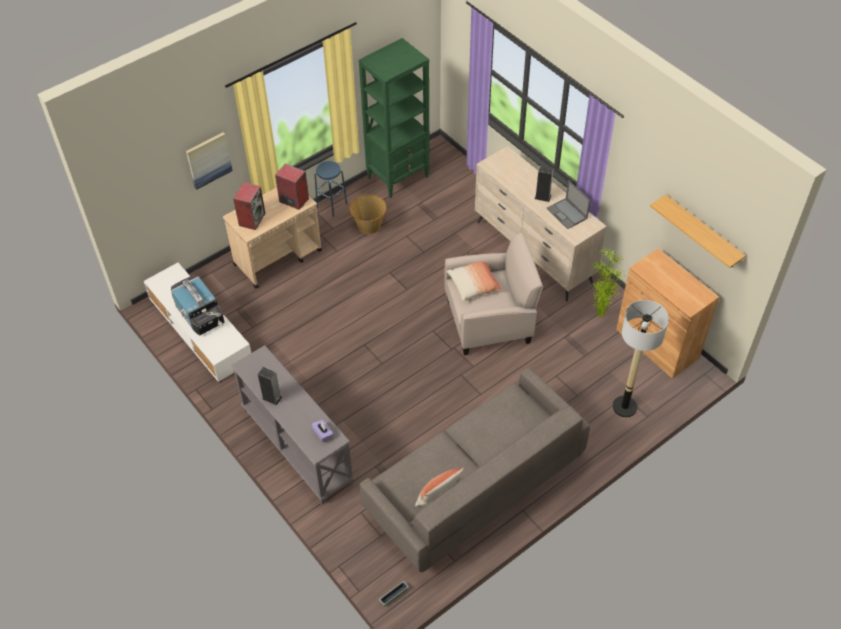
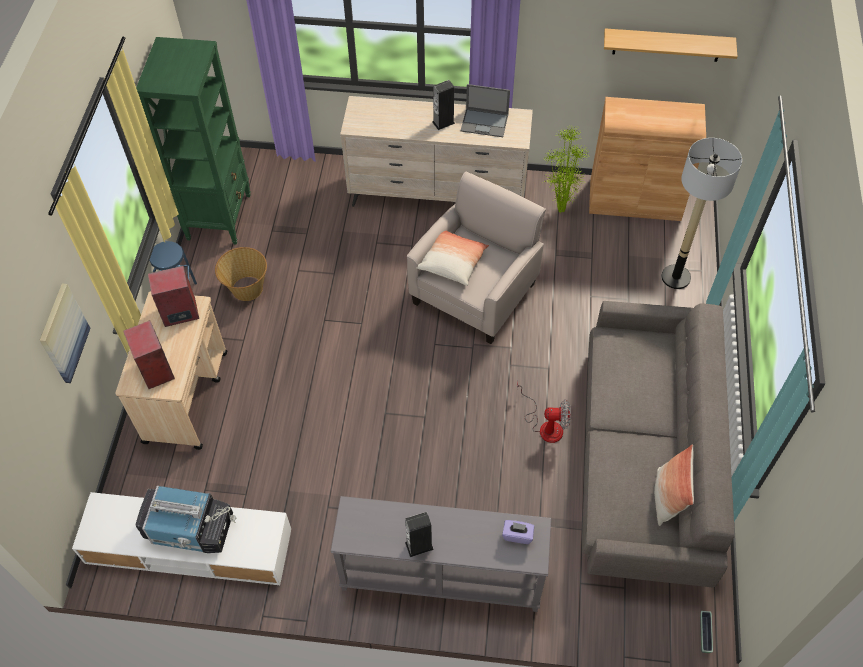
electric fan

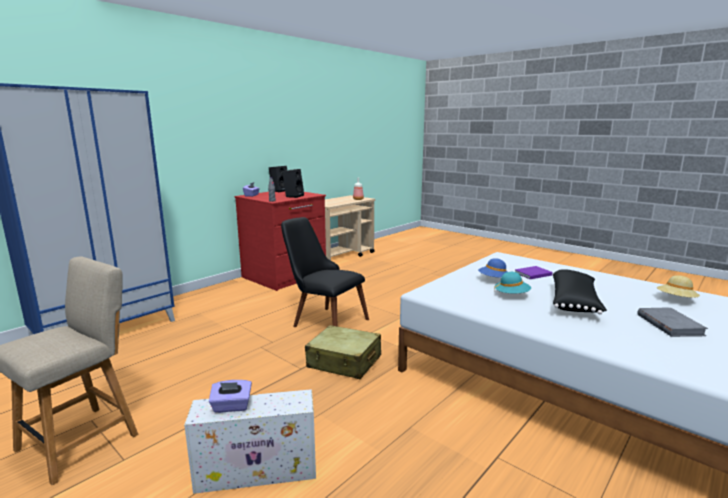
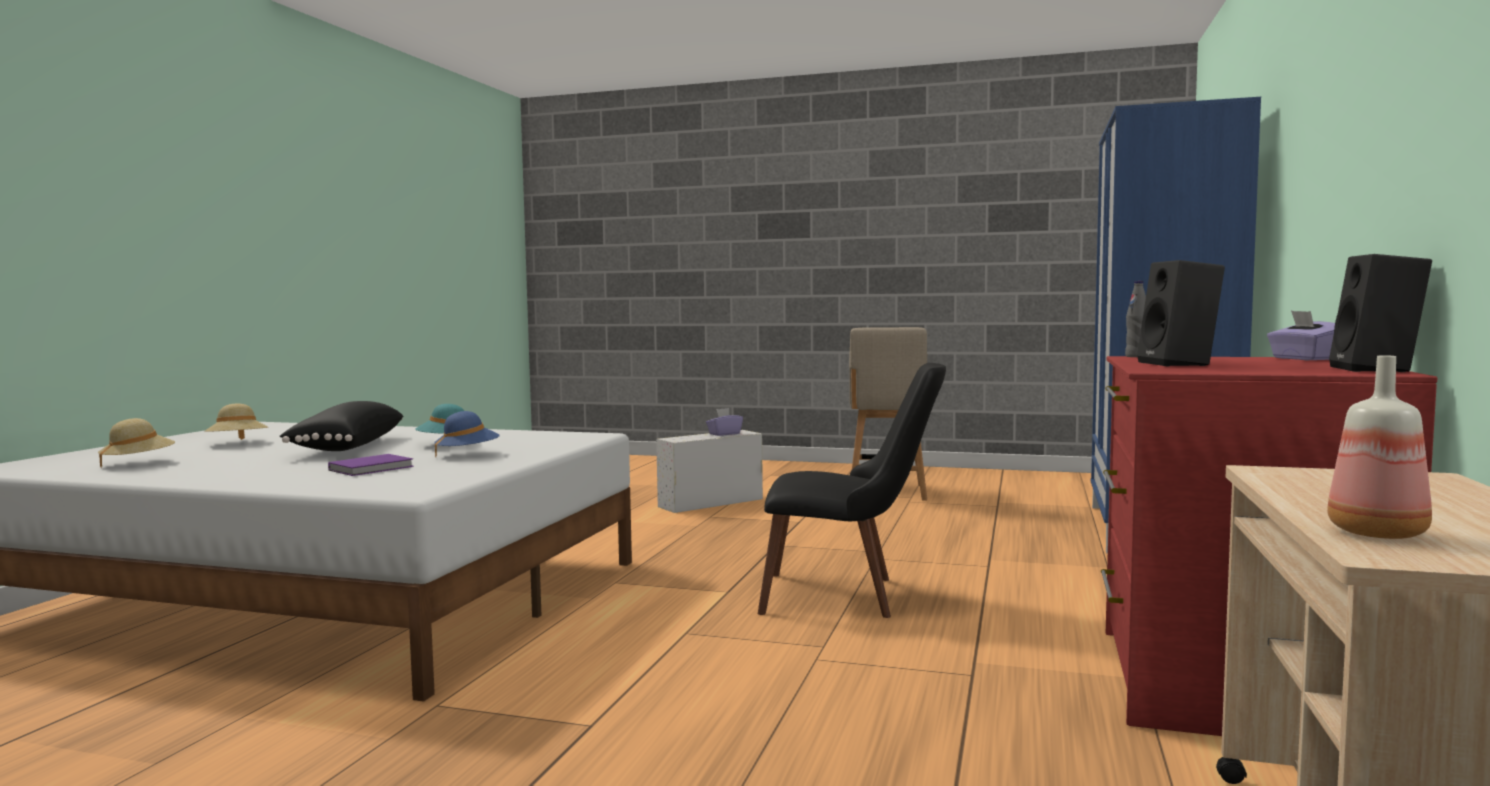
beige-coloured piece of luggage
beige-coloured wearable hat (no. 2 from left)

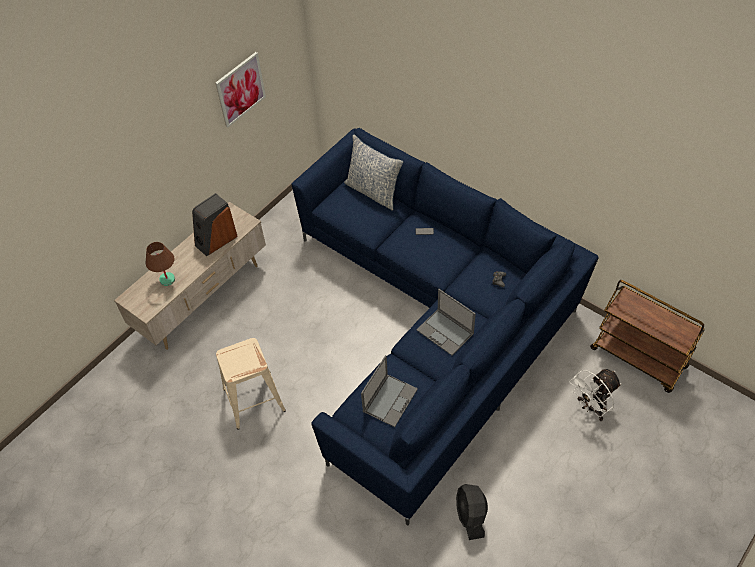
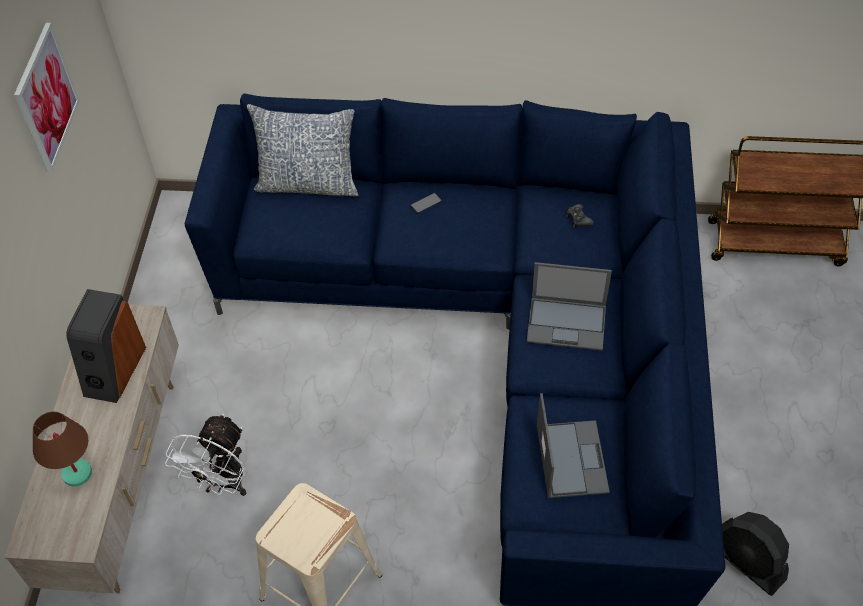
whitish electric fan

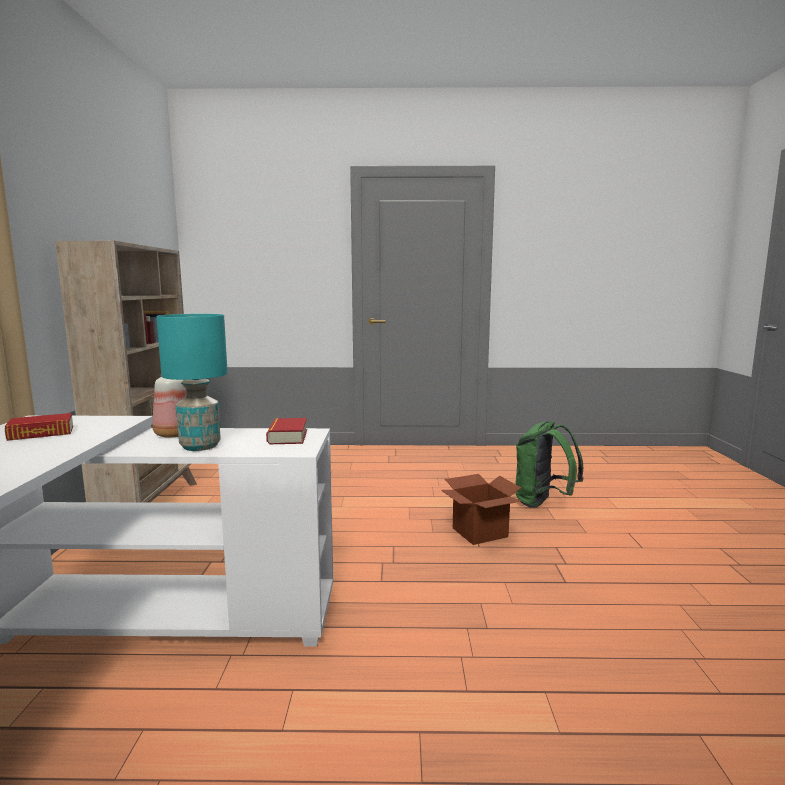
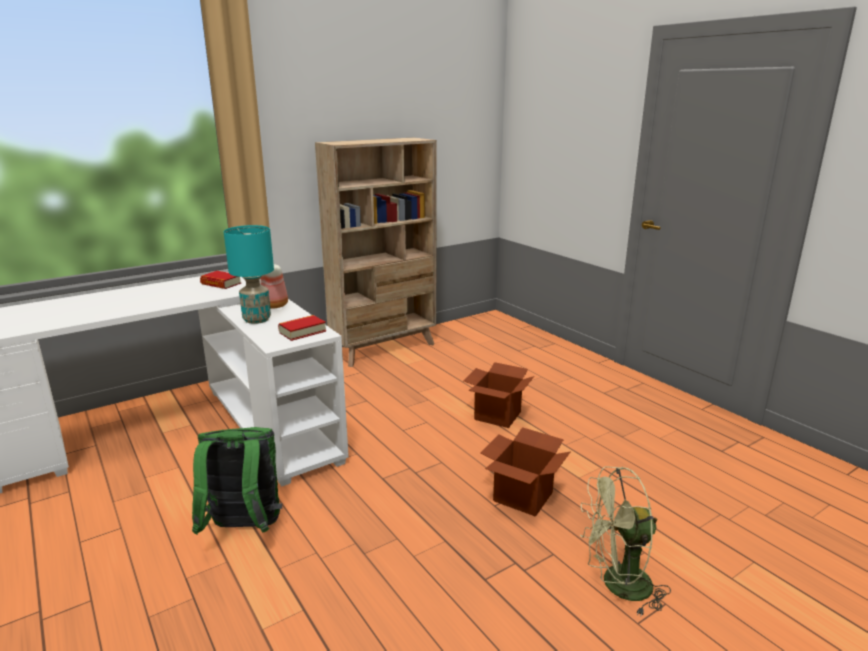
green-coloured knapsack
cardboard box (no. 1 from left)
green-coloured electric fan

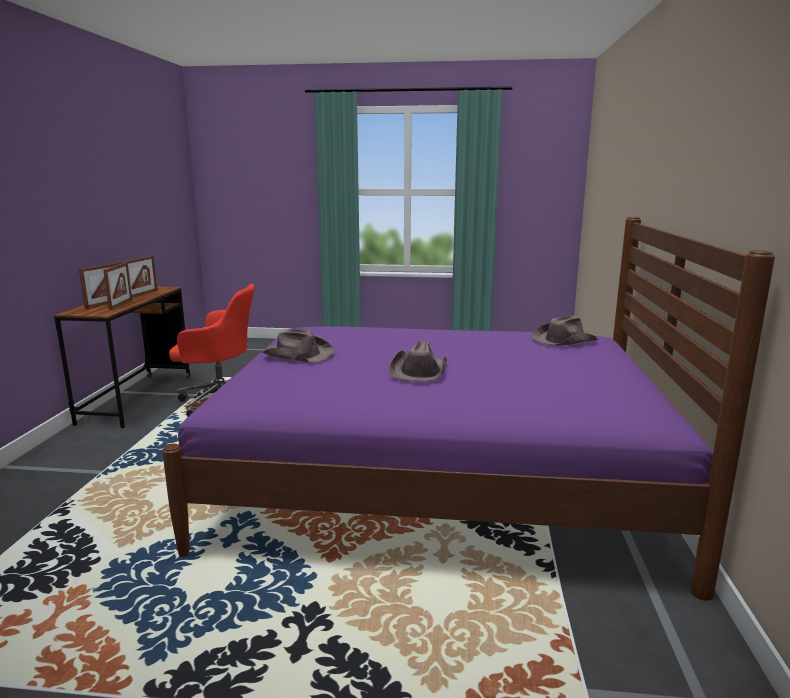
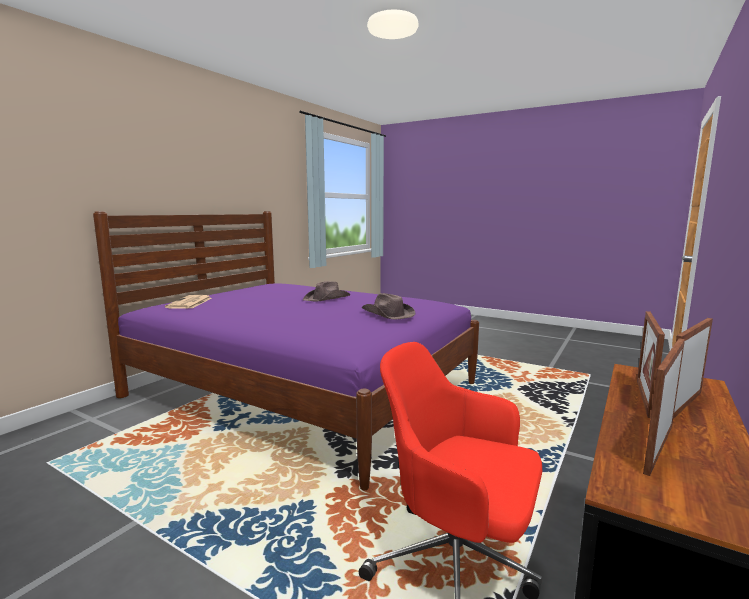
newspaper

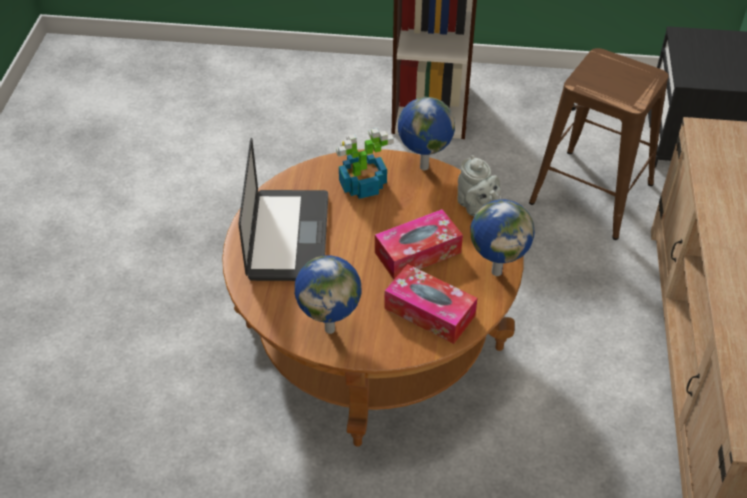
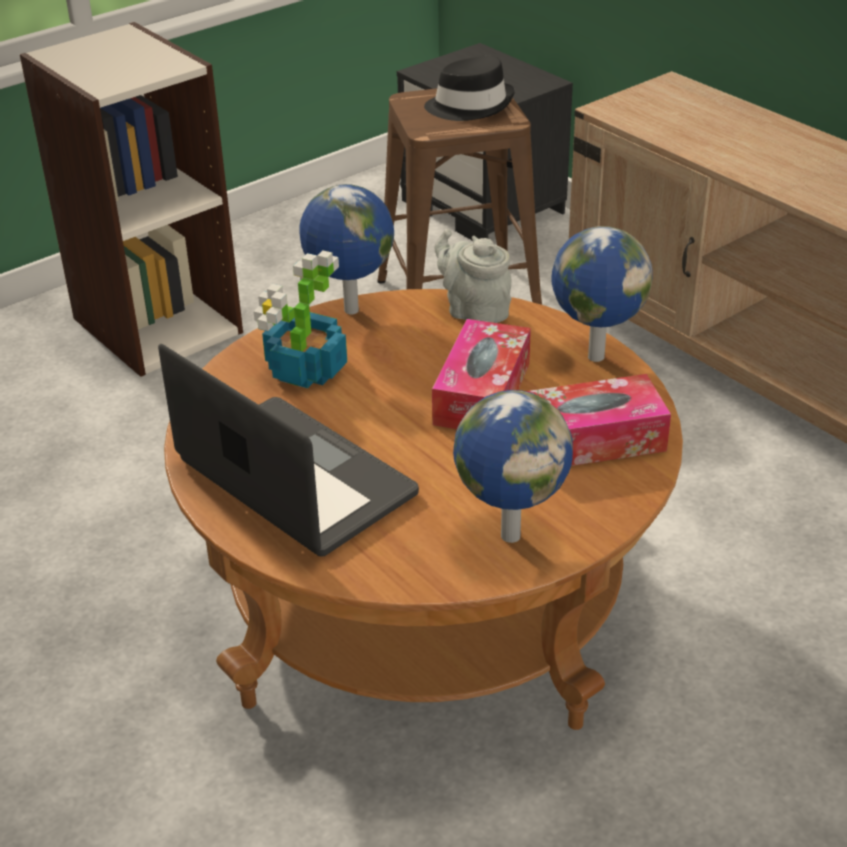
greyish teapot
black wearable hat

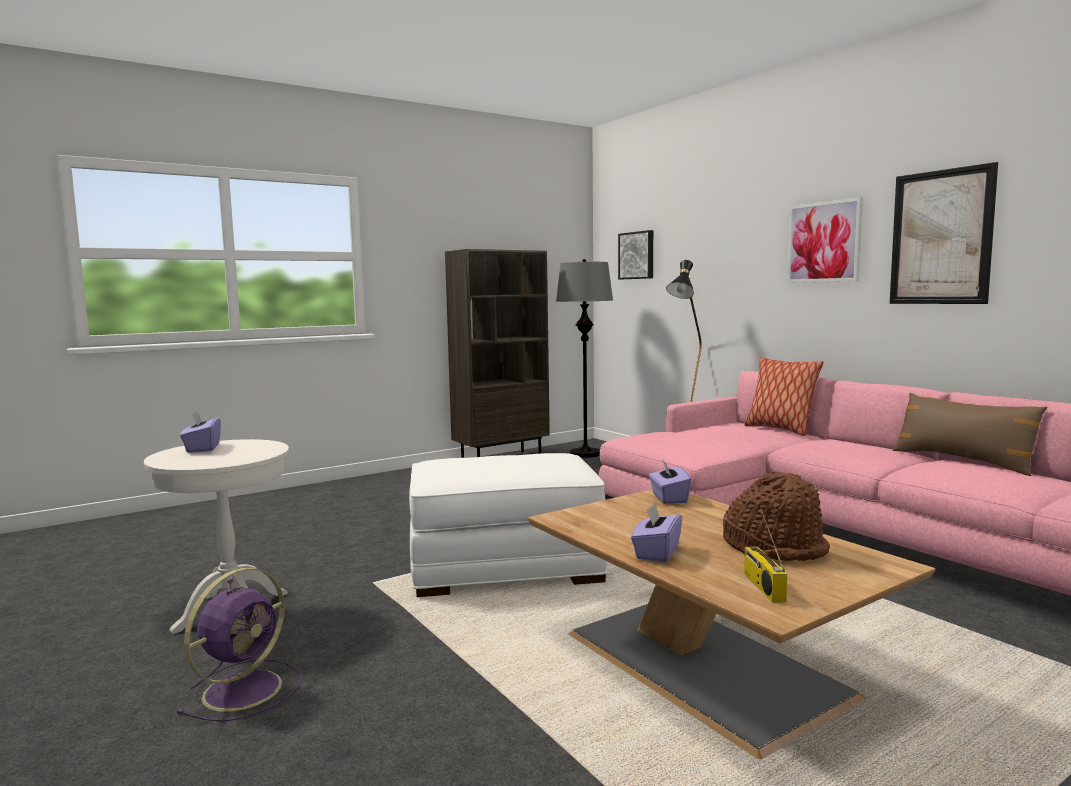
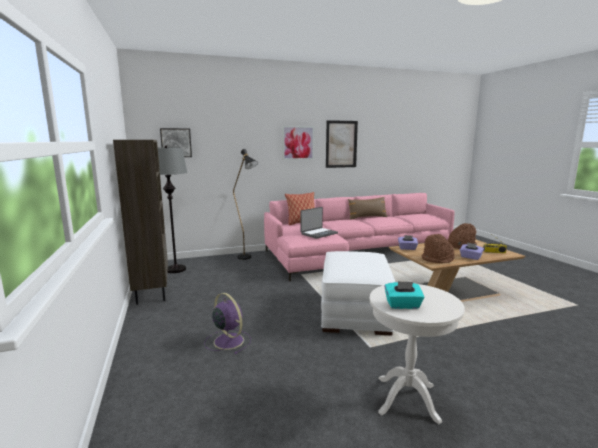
purplish electric fan
turquoise box of tissues
portable computer
brown wearable hat (no. 1 from left)

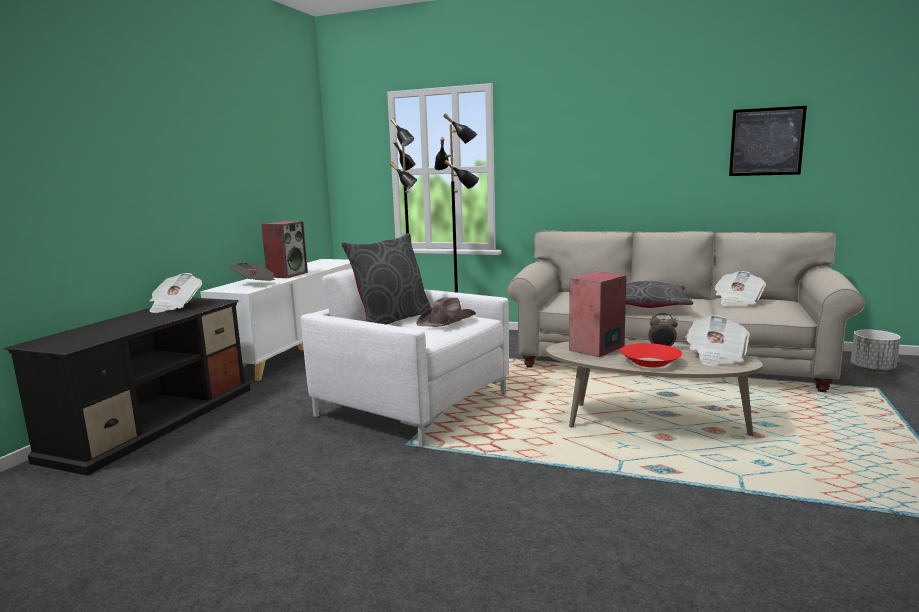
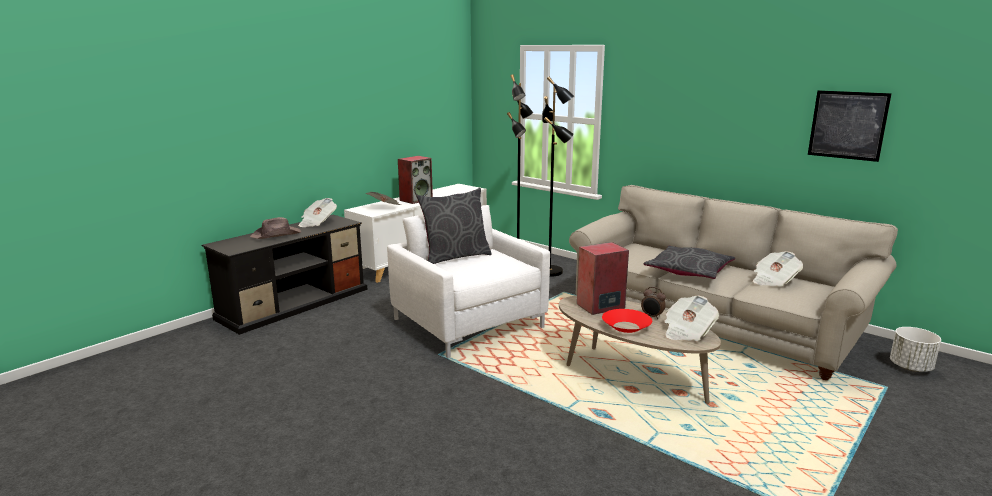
brown wearable hat

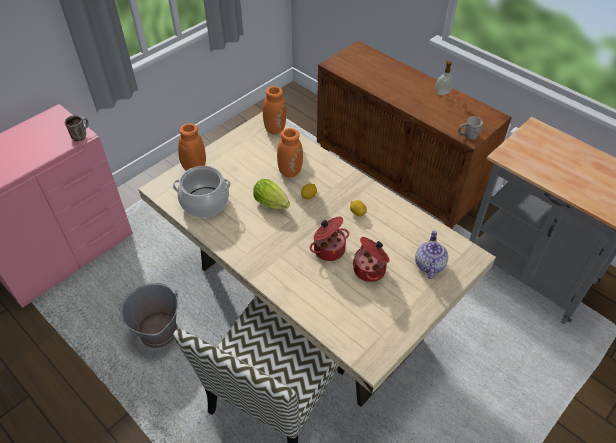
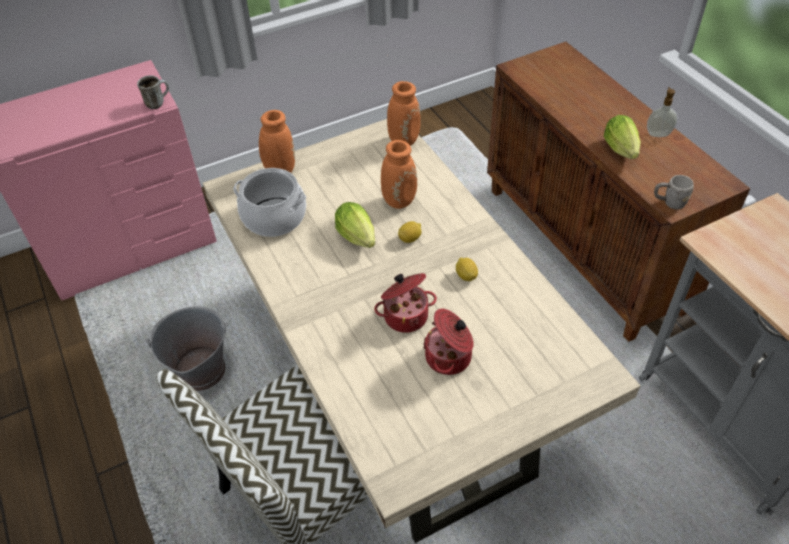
teapot
head of lettuce (no. 2 from left)

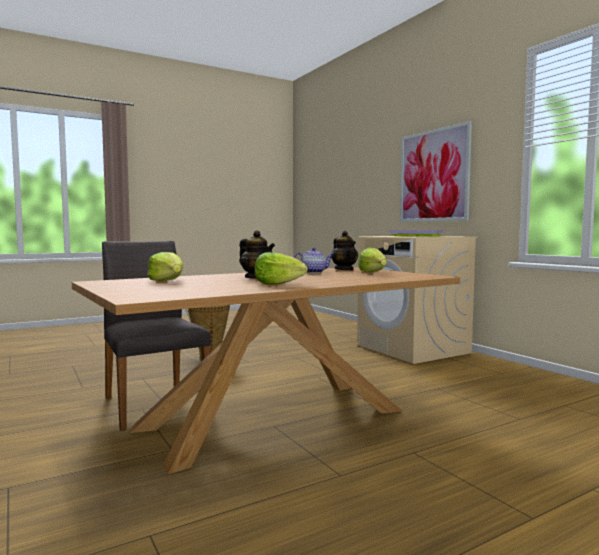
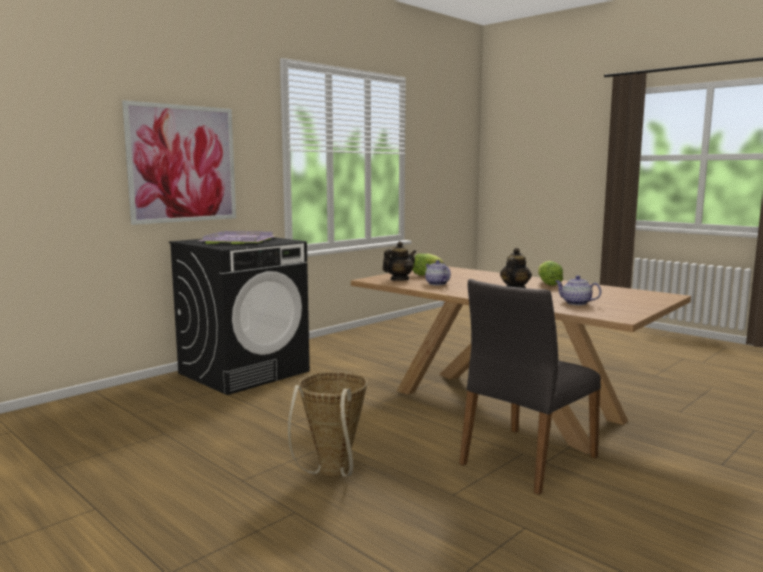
teapot (no. 4 from left)
black laundry appliance

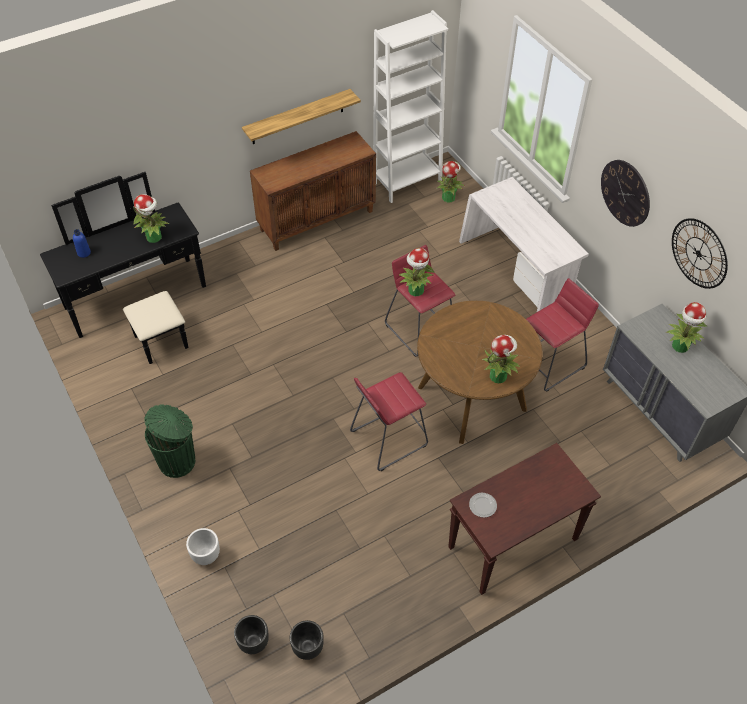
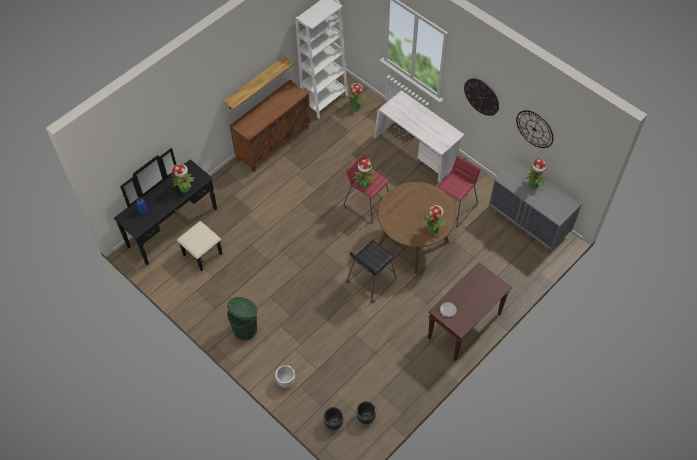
black sitting stool

